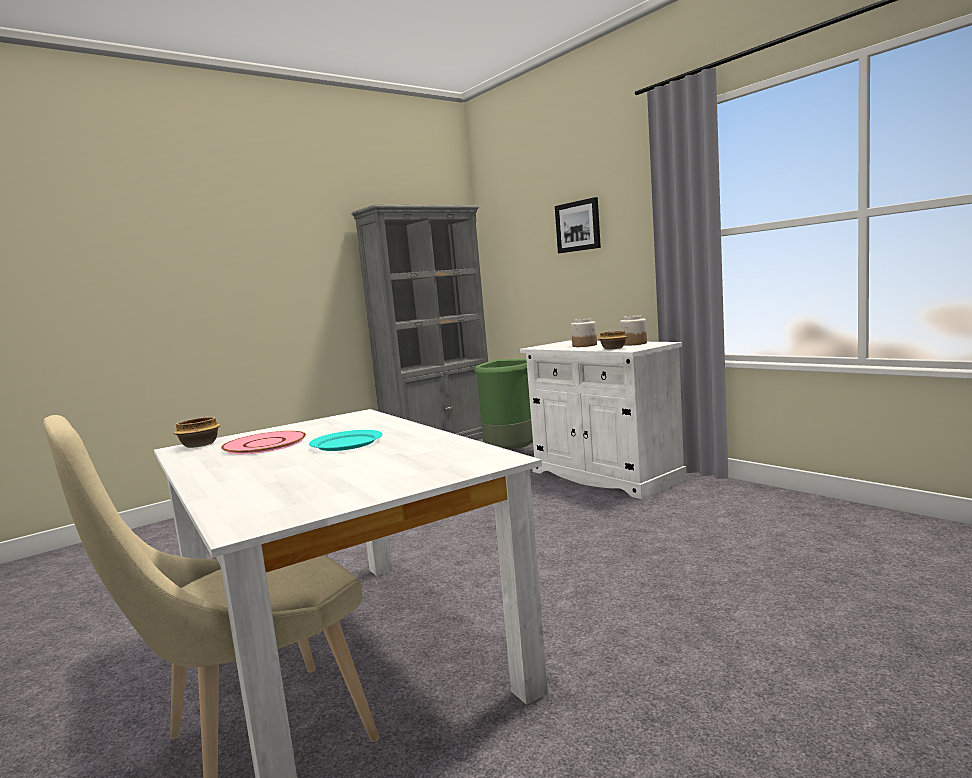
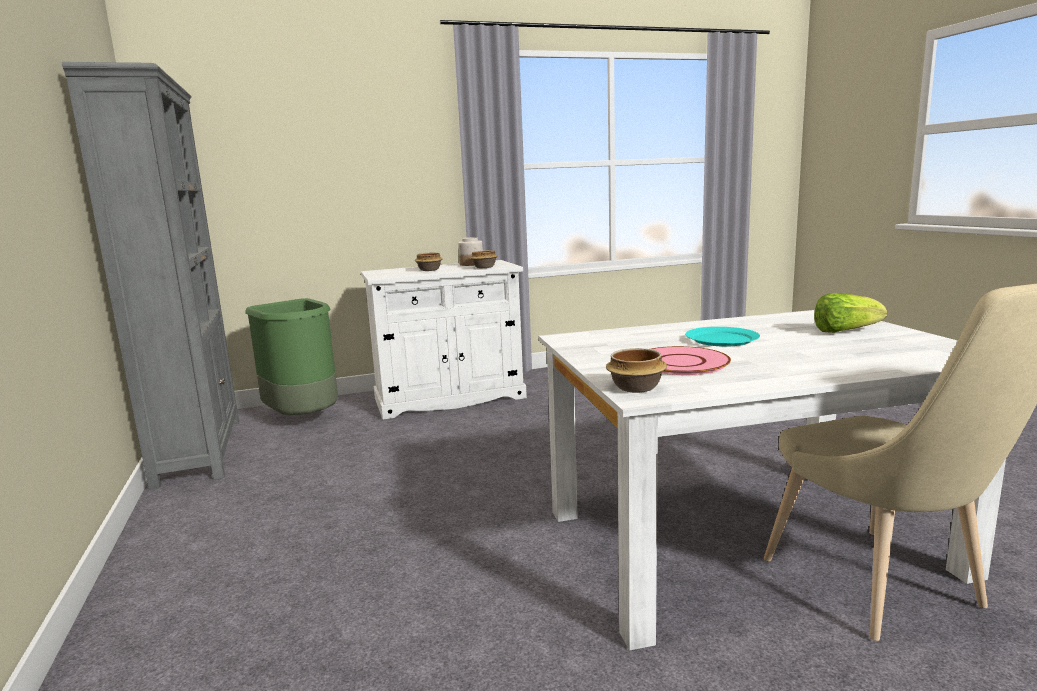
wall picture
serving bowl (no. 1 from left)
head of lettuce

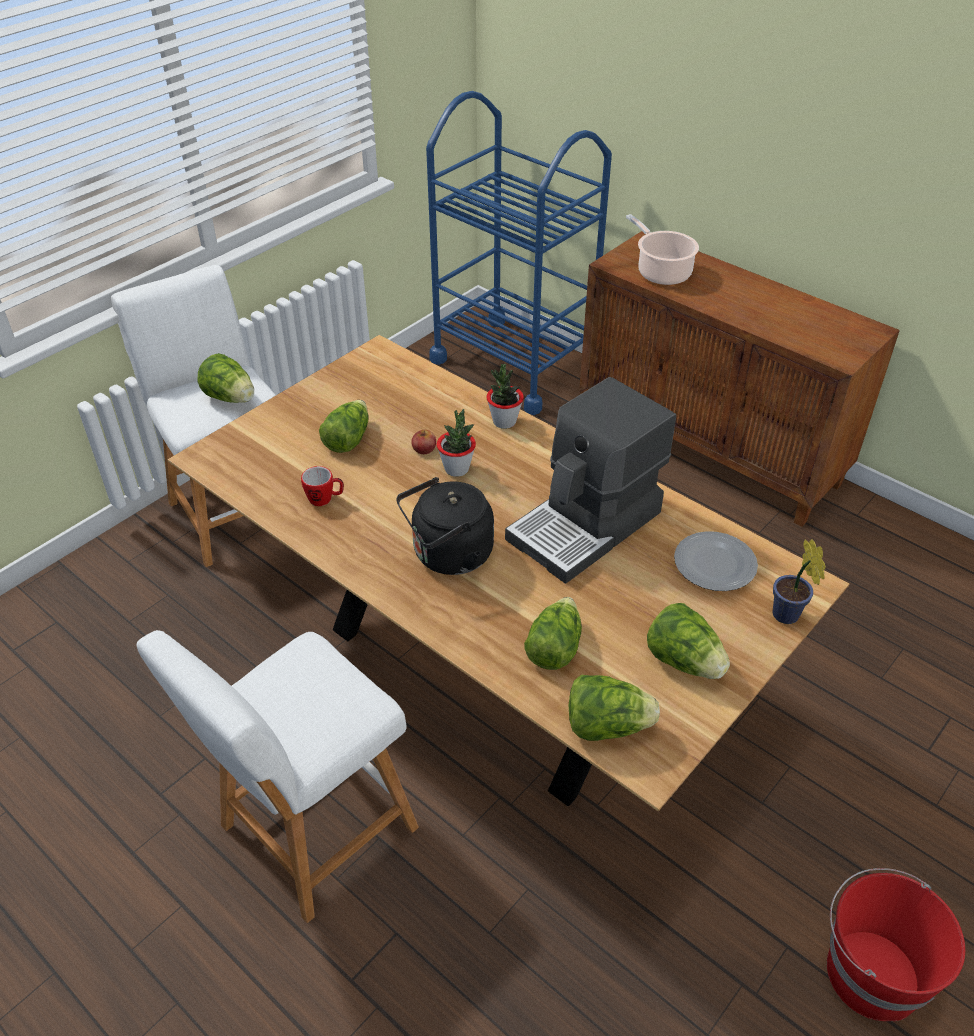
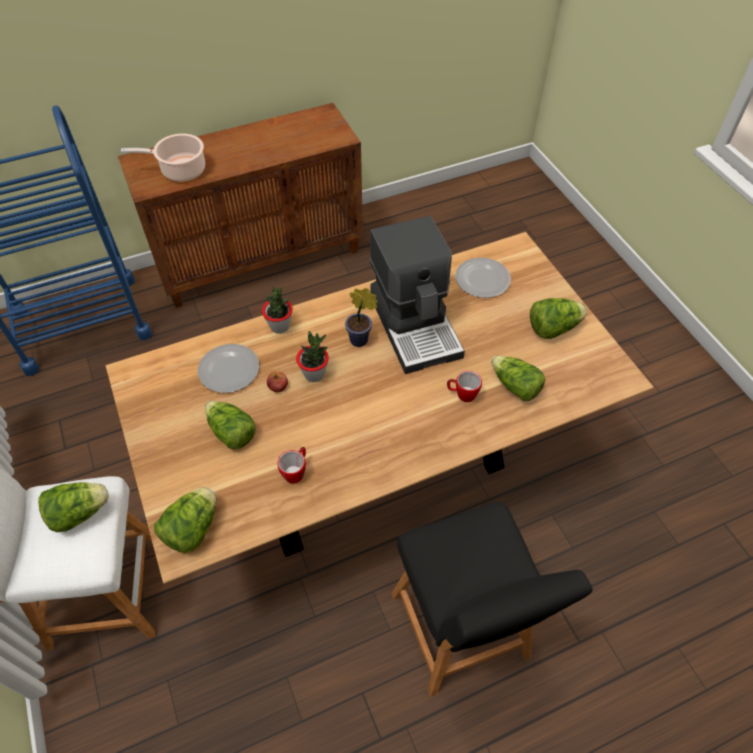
black sitting stool
black kettle
head of lettuce (no. 2 from left)
houseplant (no. 3 from left)
red-coloured bucket
plate (no. 1 from left)
tea mug (no. 2 from left)

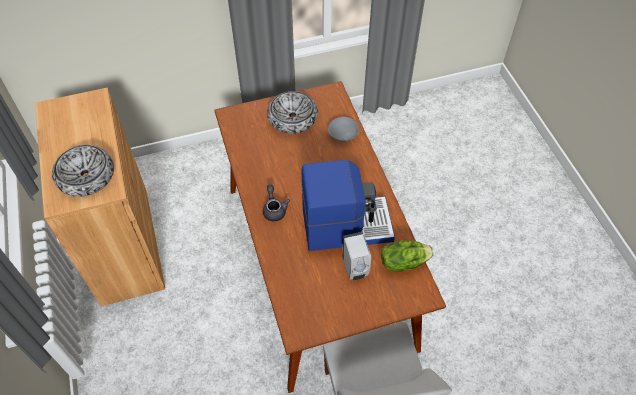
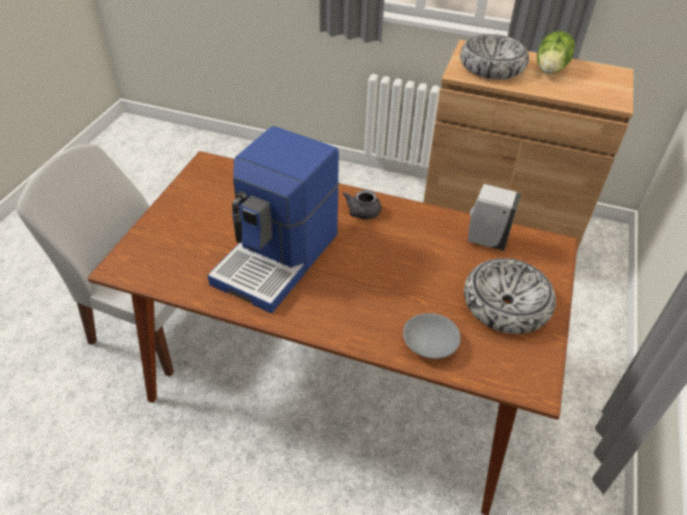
greyish teapot
whitish soap dispenser
head of lettuce

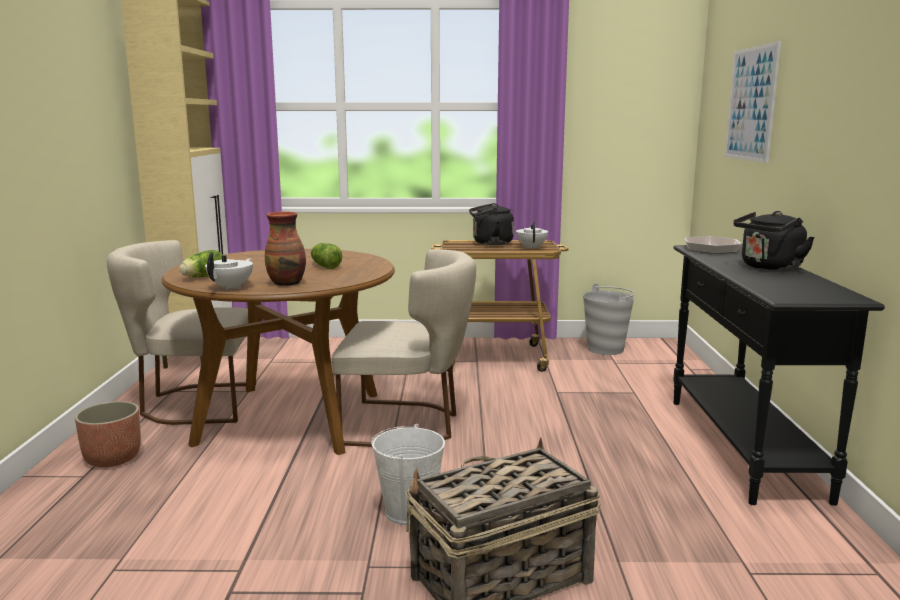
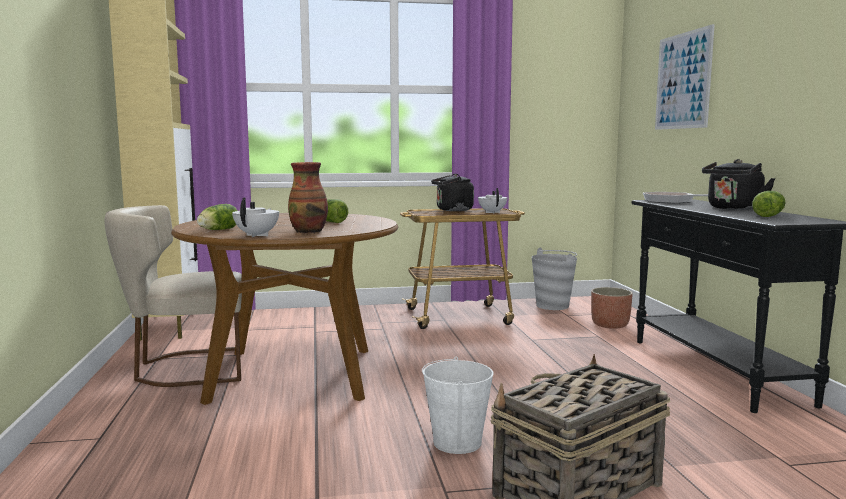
plant pot
beige-coloured chair (no. 2 from left in the first image)
head of lettuce (no. 3 from left)

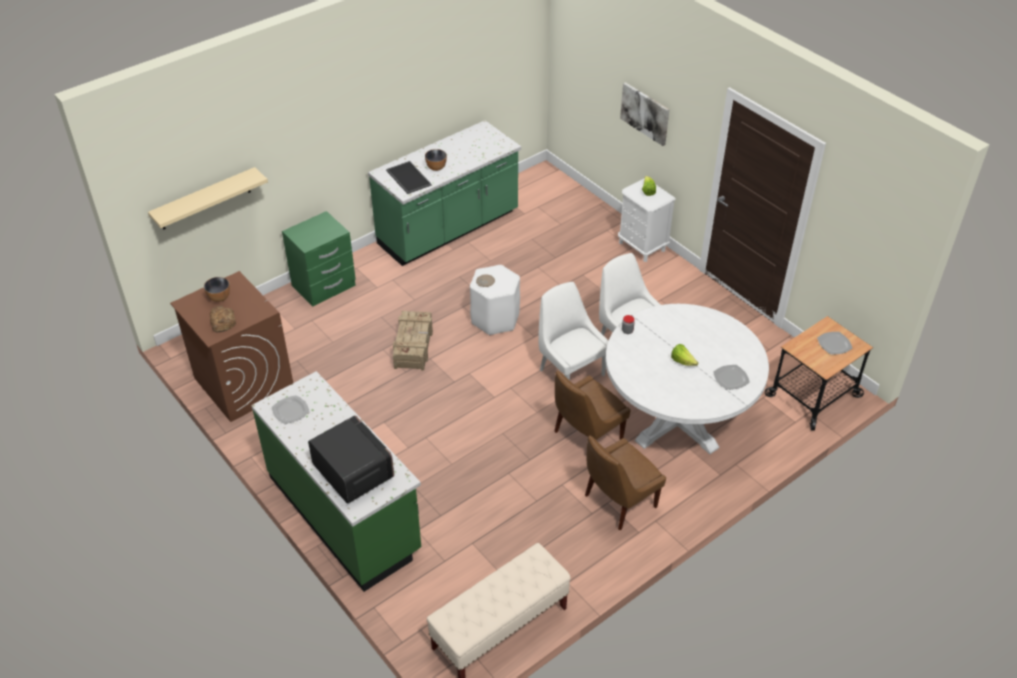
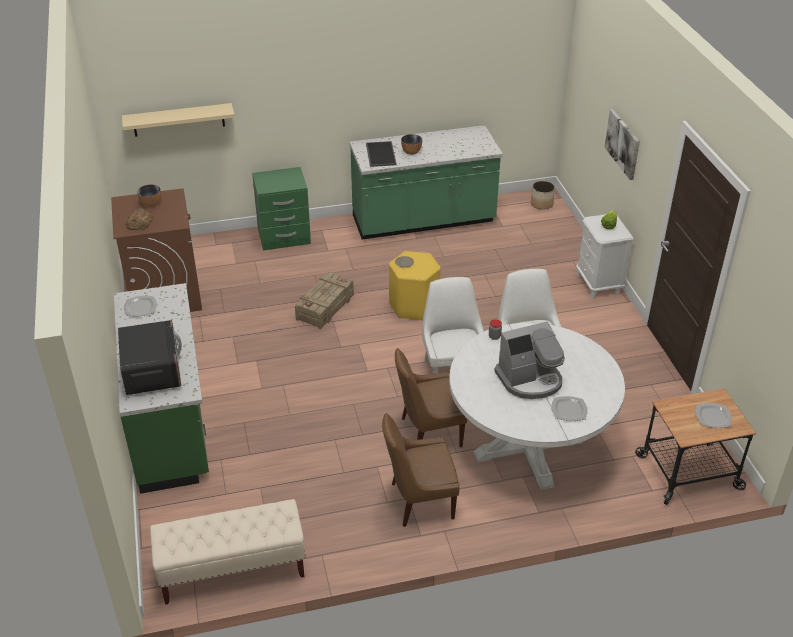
yellowish sitting stool
coffee machine
plant pot

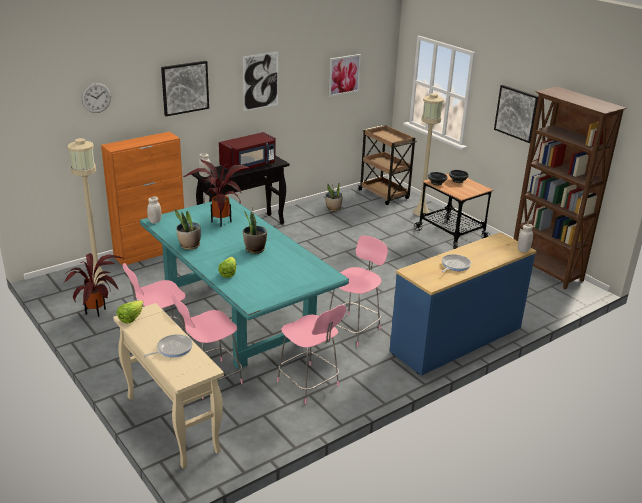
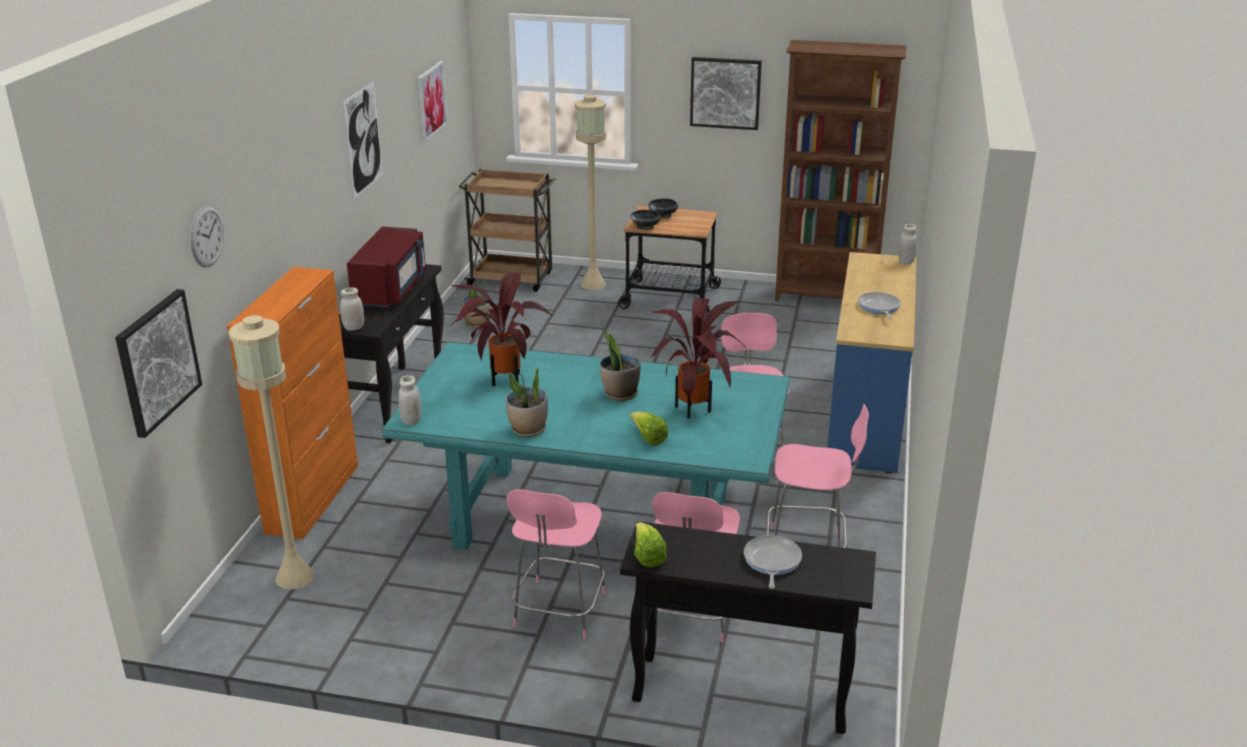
houseplant (no. 5 from left)
black hall table (no. 2 from left)
wall picture (no. 1 from left)

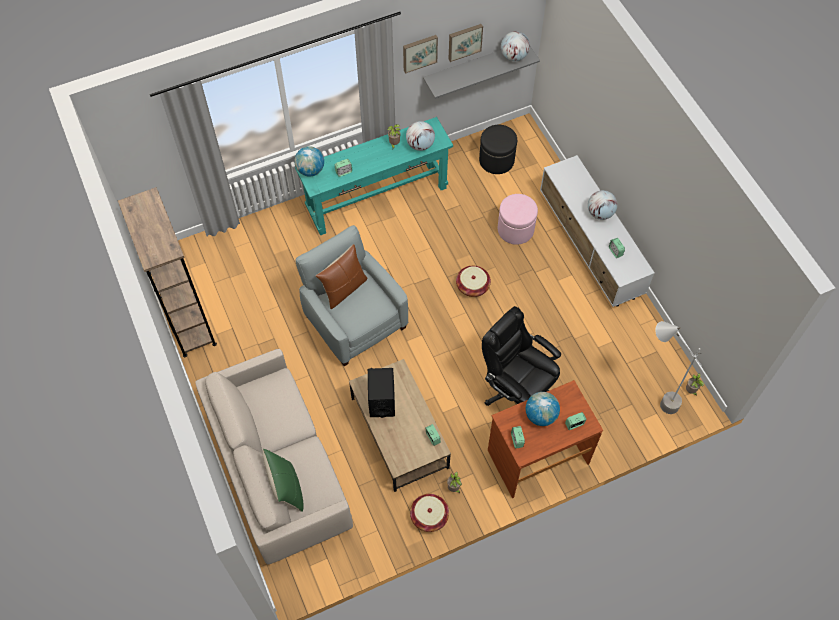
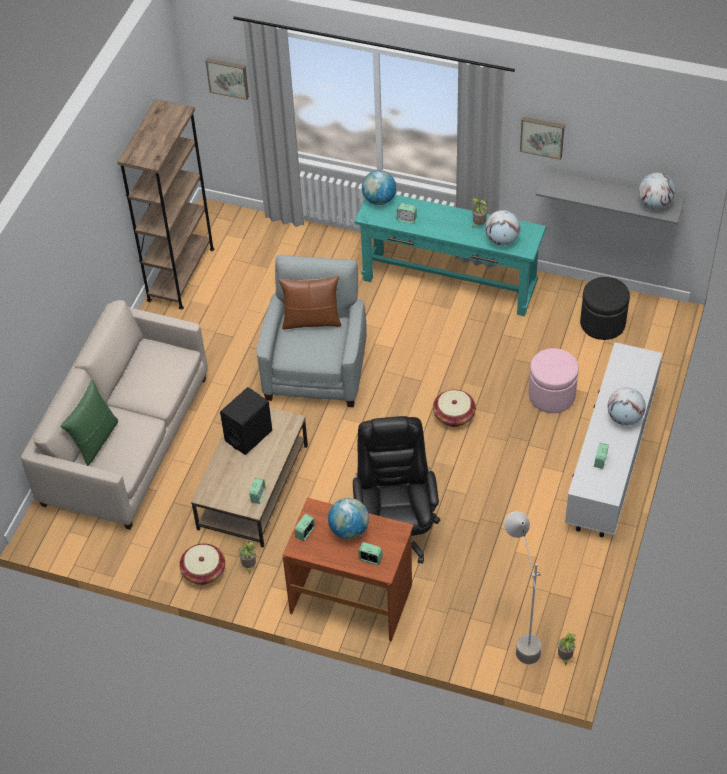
wall picture (no. 1 from left)

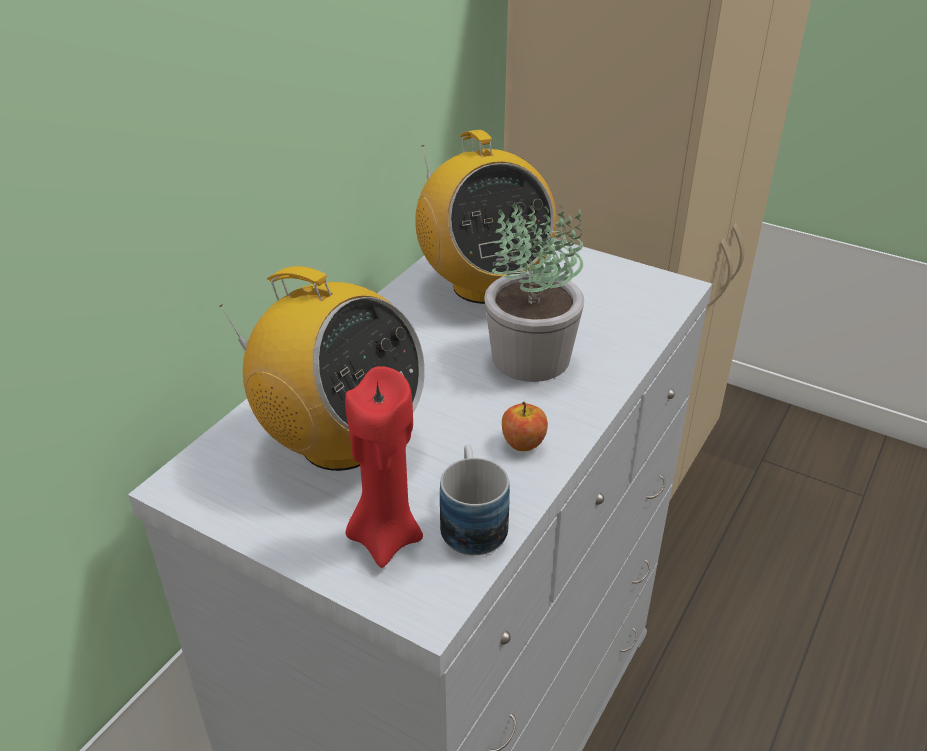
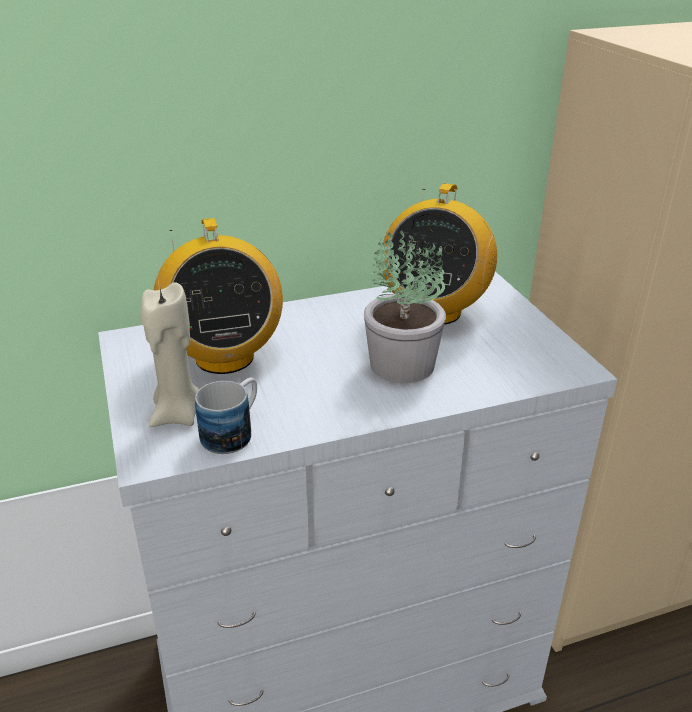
beige-coloured wax candle
apple fruit

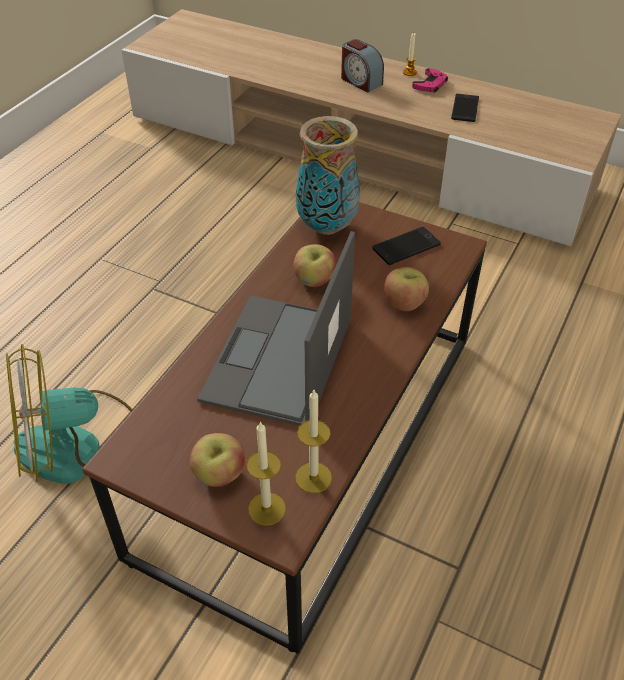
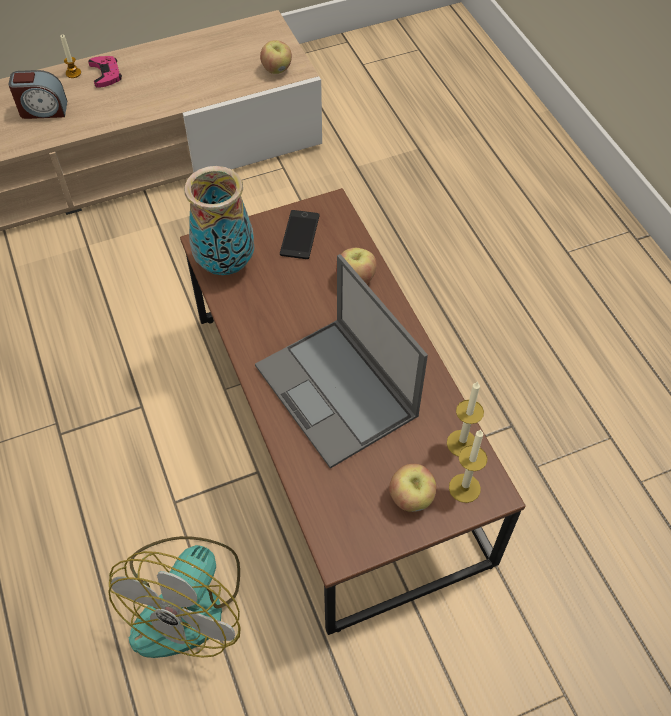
apple fruit (no. 1 from left)
phone (no. 2 from left in the first image)

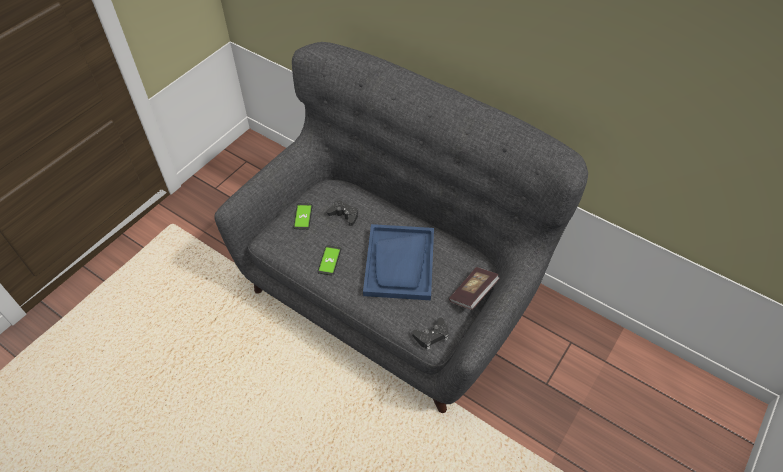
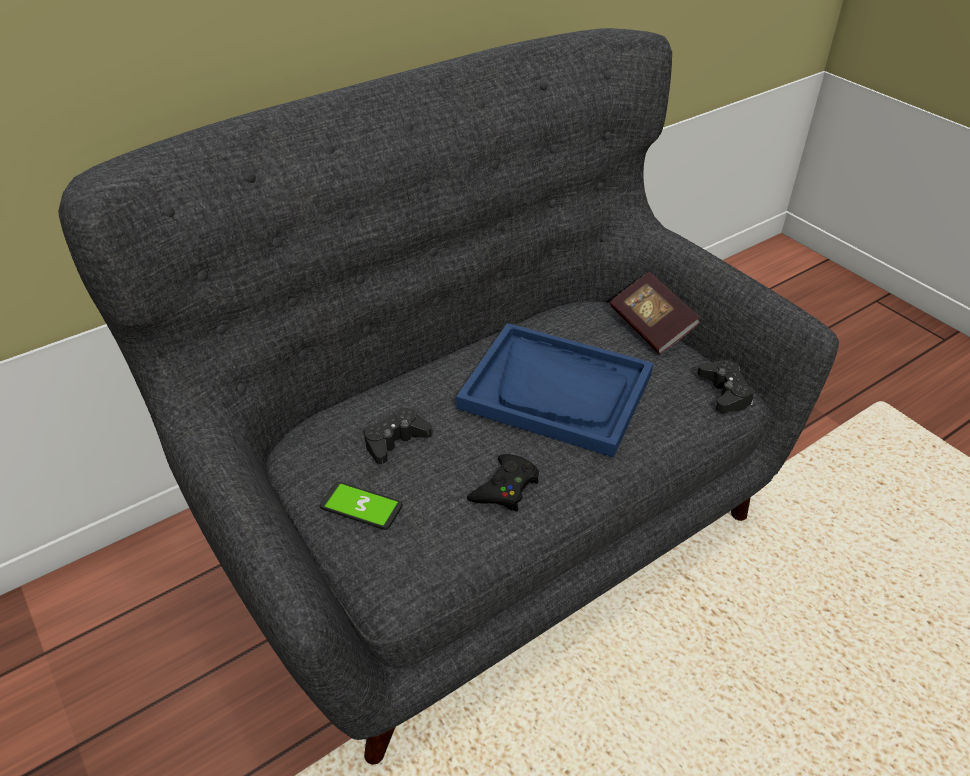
black joypad (no. 2 from left)

